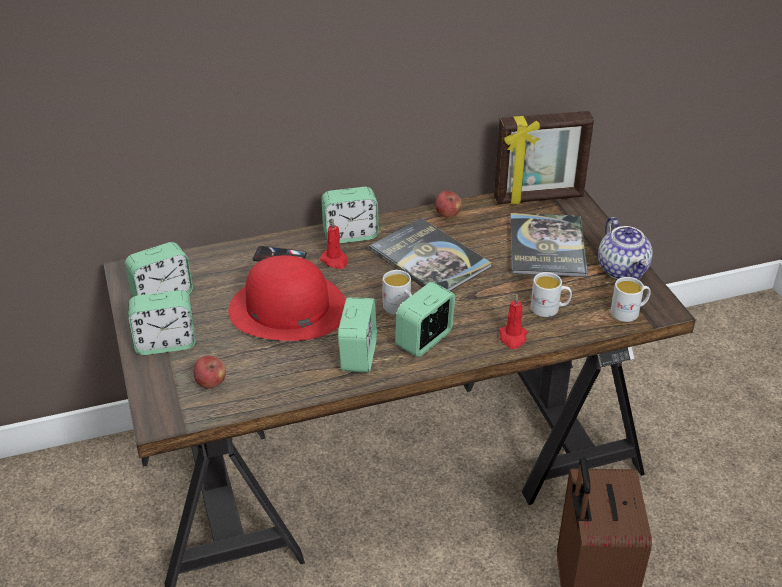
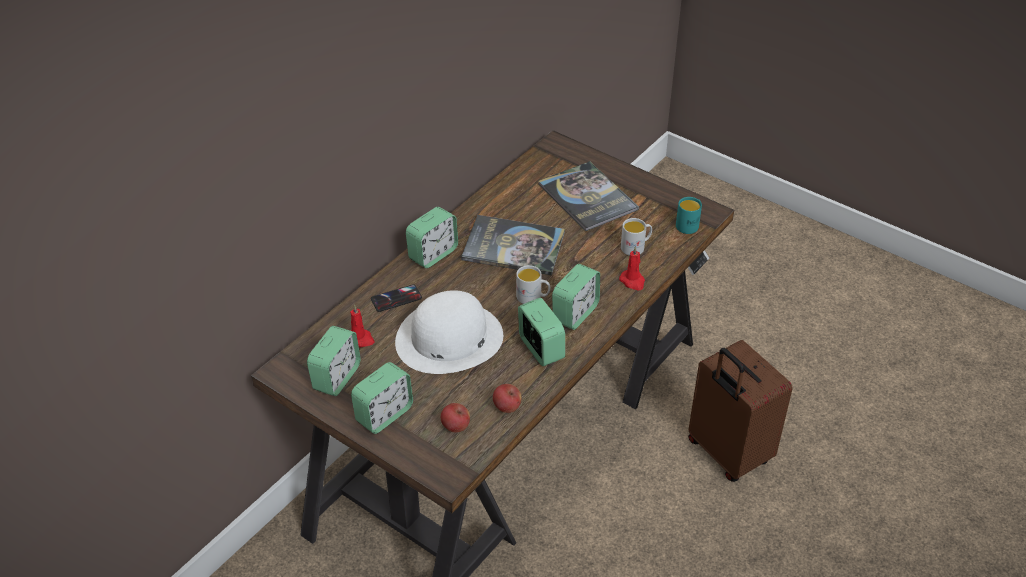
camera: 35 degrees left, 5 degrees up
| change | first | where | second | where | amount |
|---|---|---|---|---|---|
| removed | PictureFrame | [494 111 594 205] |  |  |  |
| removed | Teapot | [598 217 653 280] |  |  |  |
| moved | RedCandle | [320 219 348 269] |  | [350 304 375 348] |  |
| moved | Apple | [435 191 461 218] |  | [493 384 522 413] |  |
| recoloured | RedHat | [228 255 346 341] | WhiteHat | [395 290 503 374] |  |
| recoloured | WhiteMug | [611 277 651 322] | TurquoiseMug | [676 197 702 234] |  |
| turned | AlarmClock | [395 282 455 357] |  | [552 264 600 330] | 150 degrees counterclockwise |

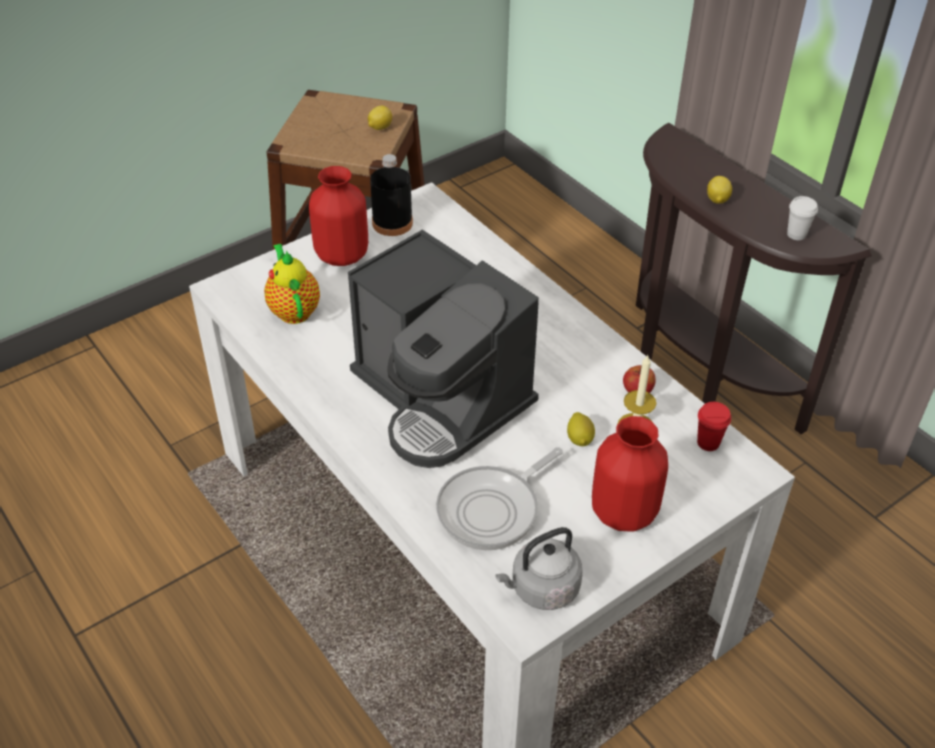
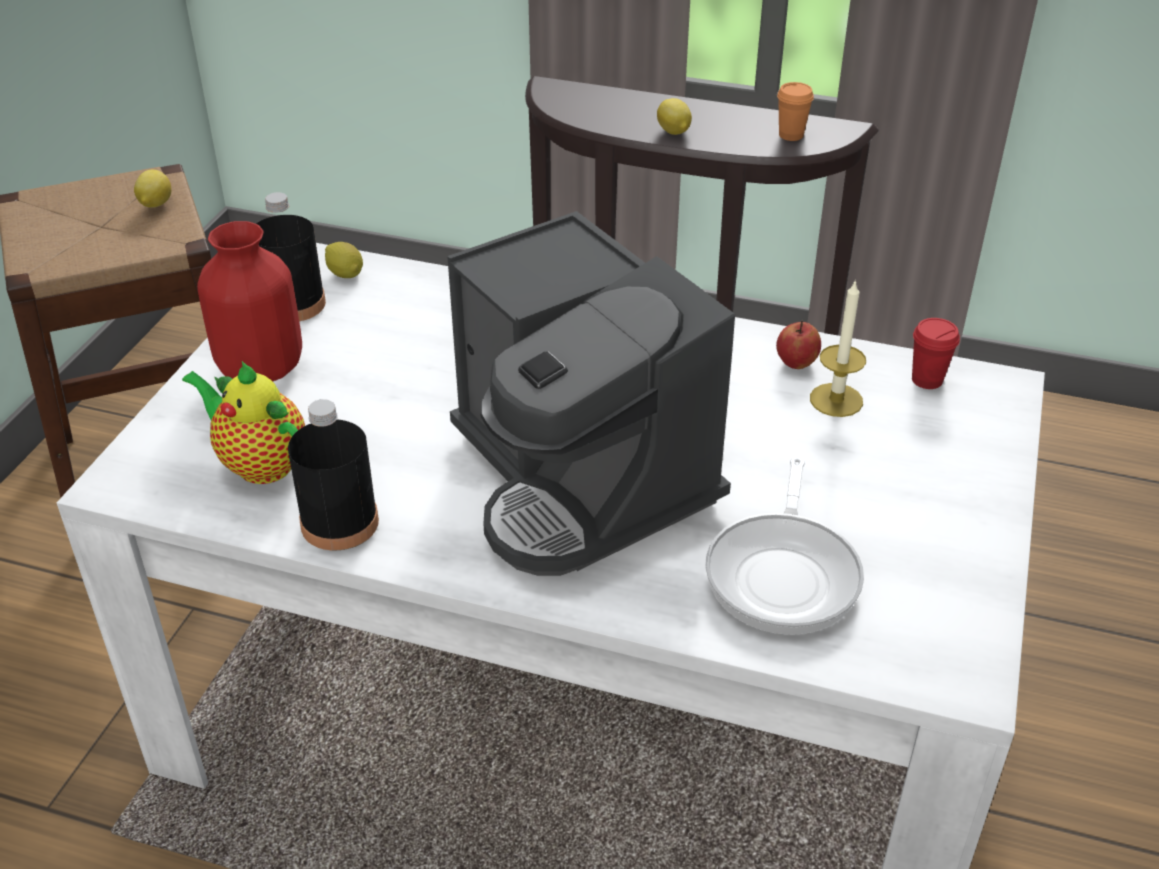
camera: 35 degrees left, 5 degrees down
| change | first | where | second | where | amount |
|---|---|---|---|---|---|
| removed | GreyKettle | [495 527 583 610] |  |  |  |
| removed | RedVase | [592 416 668 532] |  |  |  |
| added |  |  | BlackBottle | [288 399 379 550] |  |
| moved | Lemon | [567 412 595 446] |  | [325 242 363 278] |  |
| recoloured | WhiteCup | [787 196 818 240] | OrangeCup | [777 82 814 141] |  |
| turned | CoffeeMachine | [348 229 539 468] |  | [447 211 735 576] | 45 degrees clockwise |

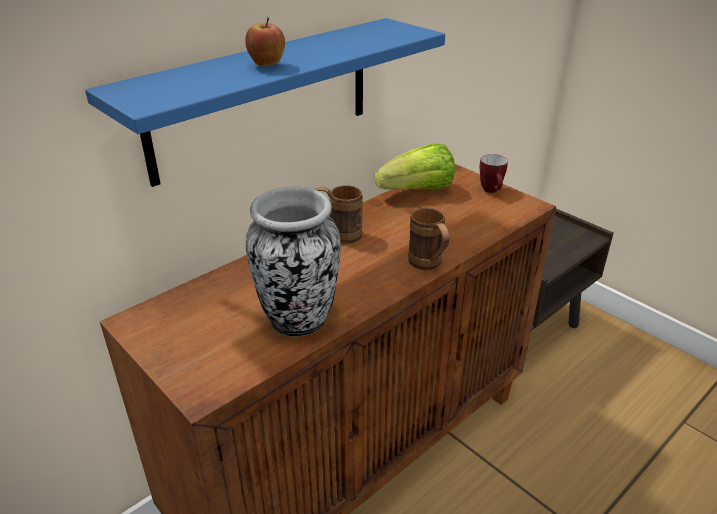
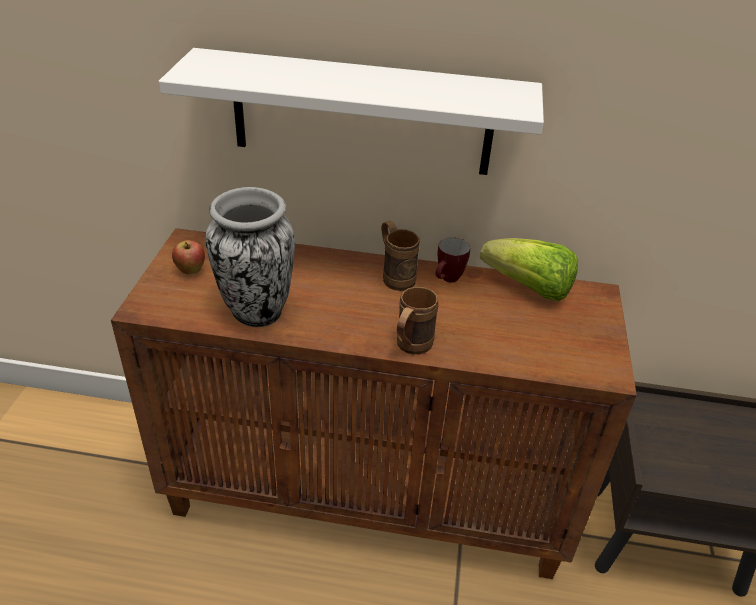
camera: 50 degrees right, 5 degrees up
| change | first | where | second | where | amount |
|---|---|---|---|---|---|
| moved | Apple | [245 17 285 67] |  | [172 240 205 274] |  |
| moved | Mug | [480 154 508 193] |  | [436 237 470 283] |  |
| recoloured | BlueShelf | [85 18 445 187] | WhiteShelf | [158 48 544 175] |  |

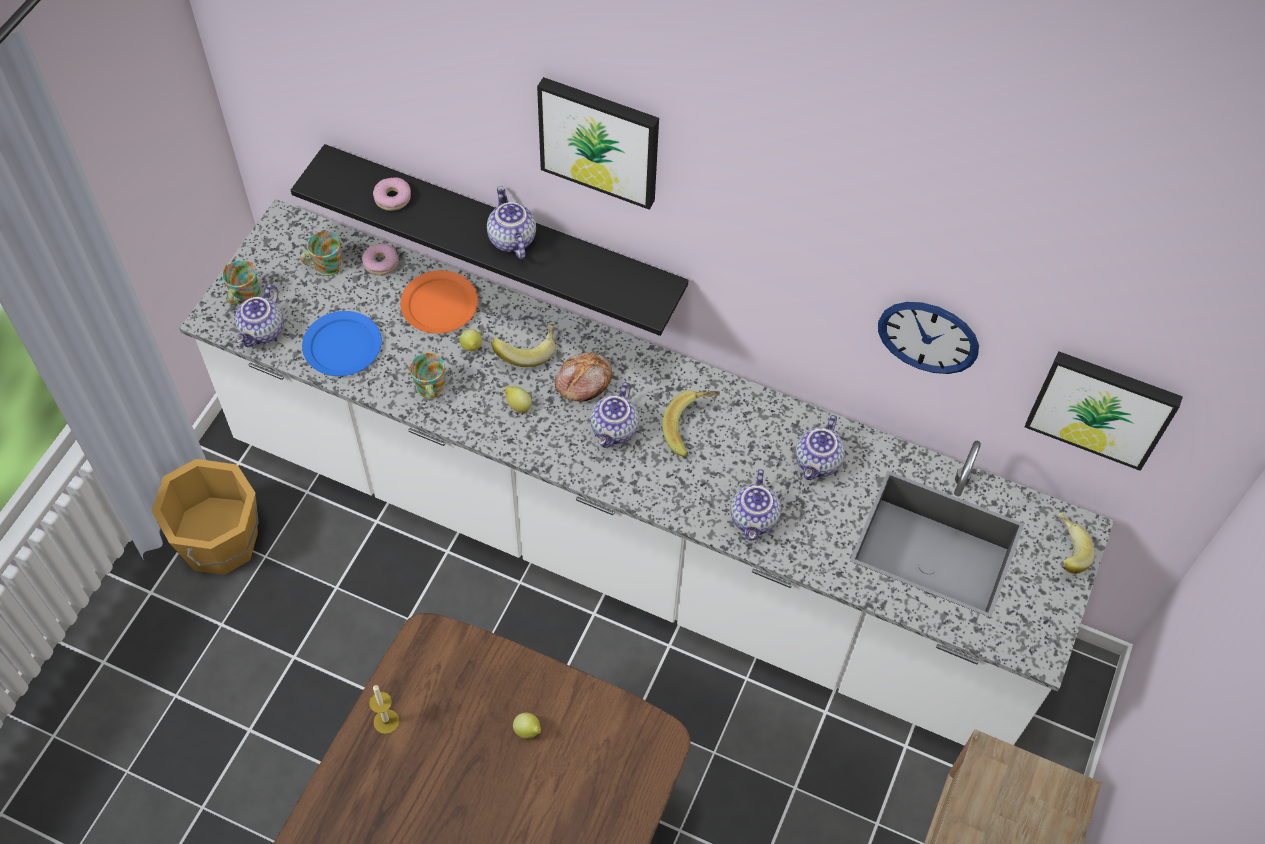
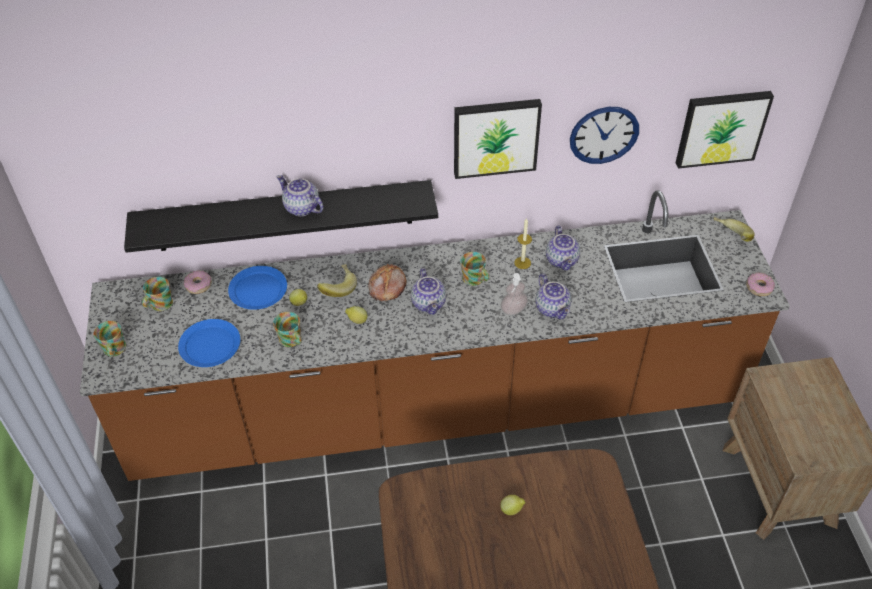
camera: 30 degrees left, 10 degrees down
| change | first | where | second | where | amount |
|---|---|---|---|---|---|
| removed | OrangeBucket | [151 459 259 575] |  |  |  |
| removed | Teapot | [235 285 284 347] |  |  |  |
| added |  |  | SoapDispenser | [501 273 528 315] |  |
| moved | Candle | [369 685 400 734] |  | [514 218 532 269] |  |
| moved | Donut | [373 177 411 211] |  | [746 273 775 296] |  |
| moved | Picture | [537 77 659 210] |  | [454 99 542 179] |  |
| replaced | Banana | [663 390 720 457] | Mug | [460 252 489 286] |  |
| recoloured | WhiteCounter | [179 199 1114 746] | BrownCounter | [80 190 790 481] |  |
| recoloured | OrangePlate | [400 270 478 334] | BluePlate | [228 266 287 310] |  |

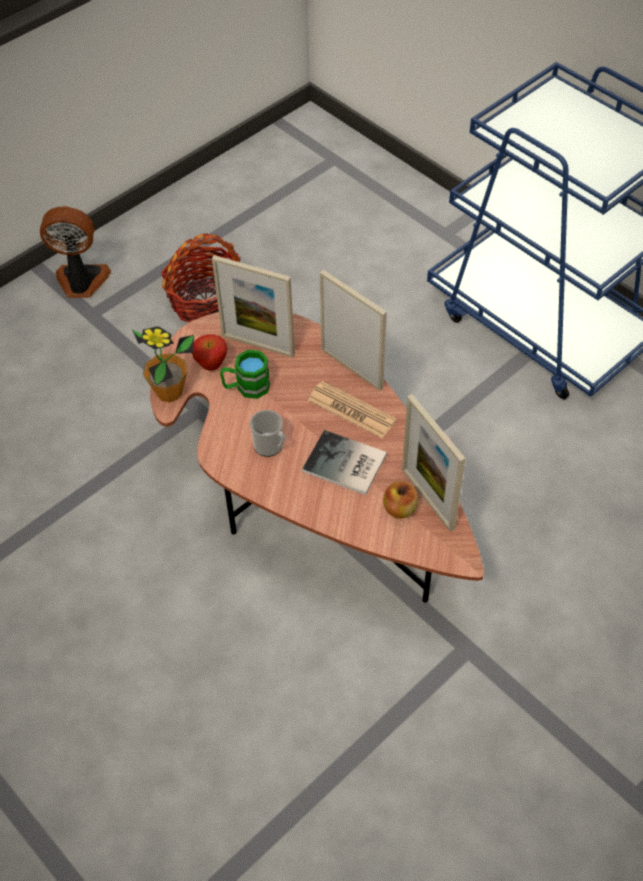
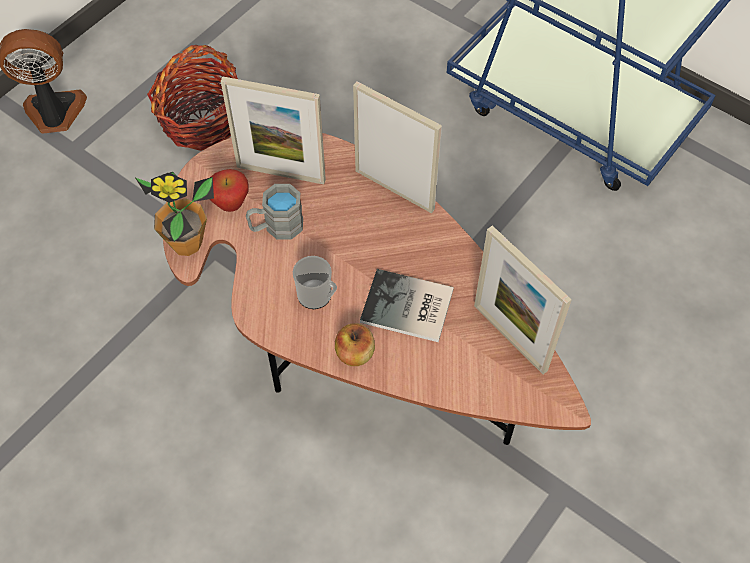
camera: 10 degrees left, 5 degrees up
| change | first | where | second | where | amount |
|---|---|---|---|---|---|
| removed | Newspaper | [308 381 396 439] |  |  |  |
| moved | Apple | [383 481 418 519] |  | [335 323 375 366] |  |
| recoloured | GreenMug | [220 350 270 399] | GreyMug | [246 184 303 239] |  |

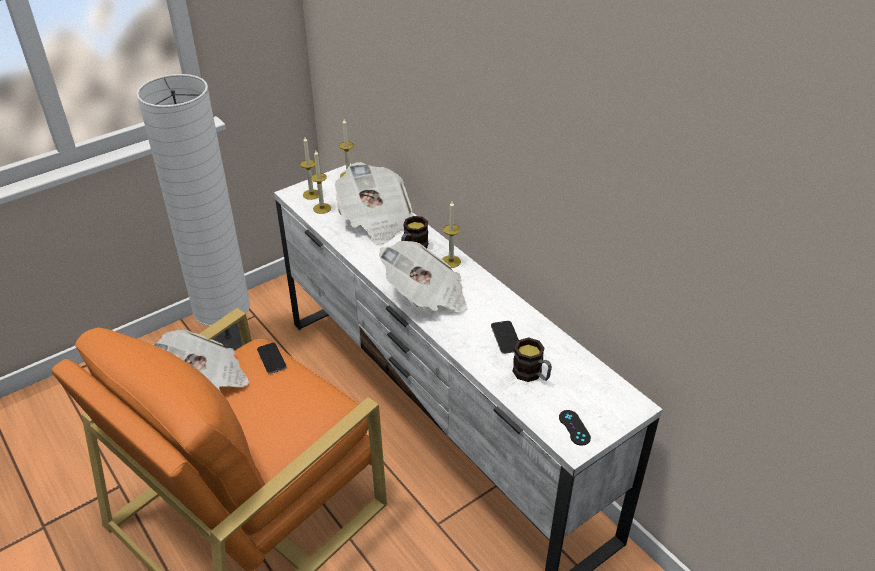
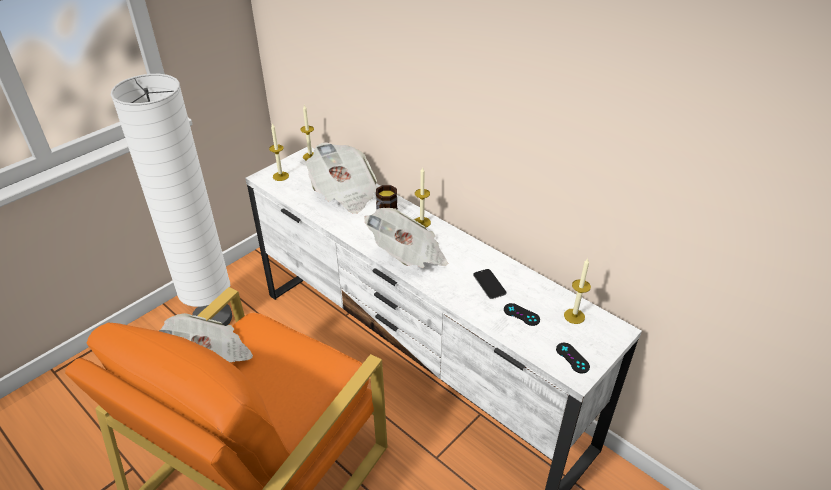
camera: 10 degrees left, 0 degrees up
| change | first | where | second | where | amount |
|---|---|---|---|---|---|
| removed | Phone | [257 343 287 374] |  |  |  |
| moved | Candle | [311 150 331 214] |  | [564 259 591 324] |  |
| replaced | Mug | [512 337 552 382] | BlackGameController | [504 303 540 326] |  |

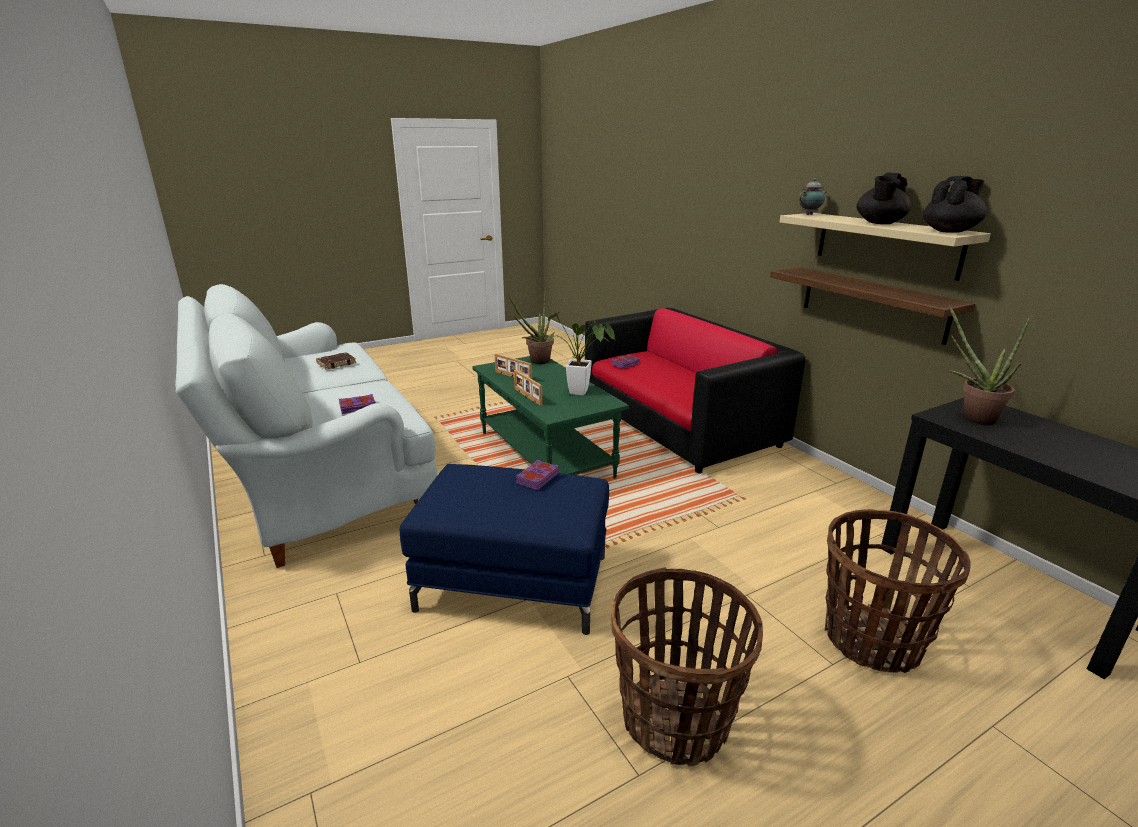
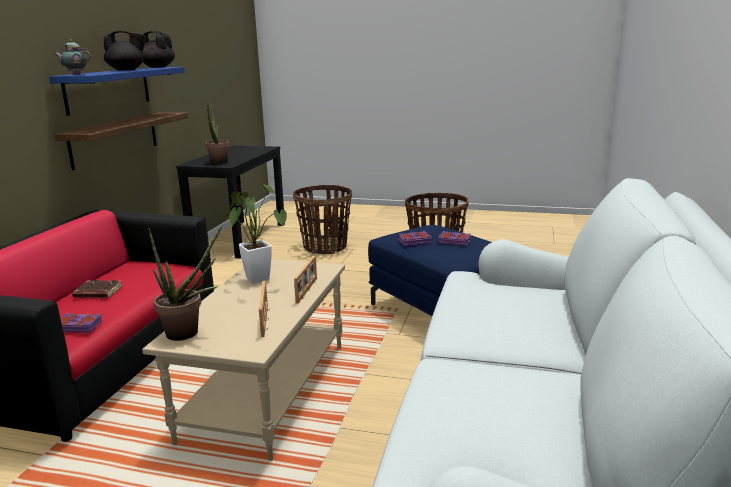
camera: 135 degrees left, 5 degrees down
| change | first | where | second | where | amount |
|---|---|---|---|---|---|
| moved | BrownBook | [316 352 356 369] |  | [72 280 122 298] |  |
| moved | PurpleBook | [339 394 376 414] |  | [438 231 471 246] |  |
| recoloured | GreenCoffeeTable | [472 356 629 479] | BeigeCoffeeTable | [142 259 345 461] |  |
| recoloured | BeigeShelf | [780 213 991 281] | BlueShelf | [49 67 185 116] |  |

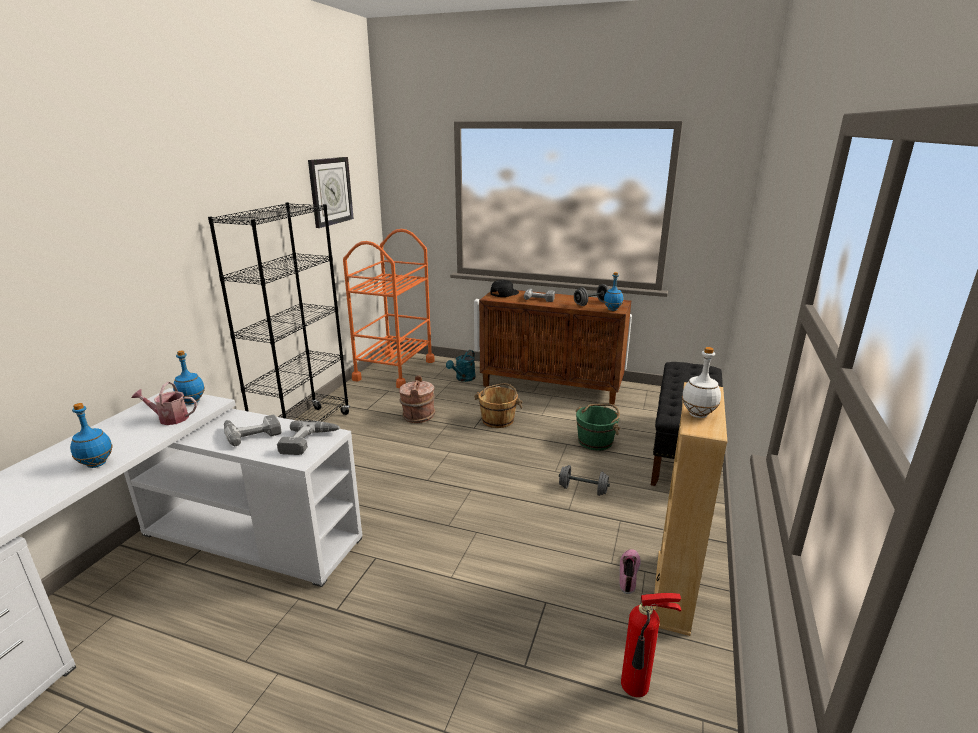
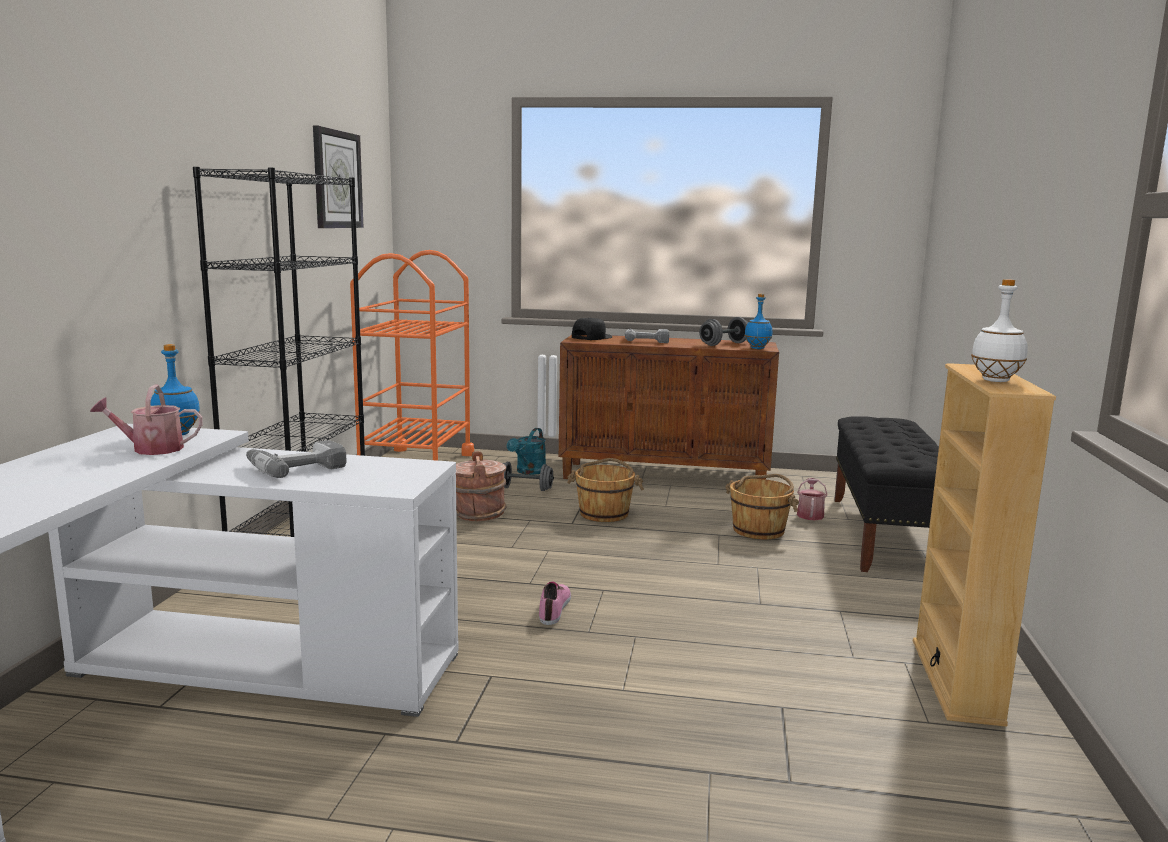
camera: 10 degrees left, 10 degrees down
| change | first | where | second | where | amount |
|---|---|---|---|---|---|
| removed | BlueBottle | [70 403 113 468] |  |  |  |
| removed | PowerDrill | [277 420 340 455] |  |  |  |
| removed | FireExtinguisher | [621 593 682 697] |  |  |  |
| added |  |  | WateringCan | [797 478 827 520] |  |
| moved | GreyDumbbell | [559 465 610 496] |  | [503 462 554 491] |  |
| moved | Shoe | [620 549 641 594] |  | [539 581 571 625] |  |
| recoloured | GreenBucket | [576 404 620 450] | BrownBucket | [725 474 799 539] |  |

